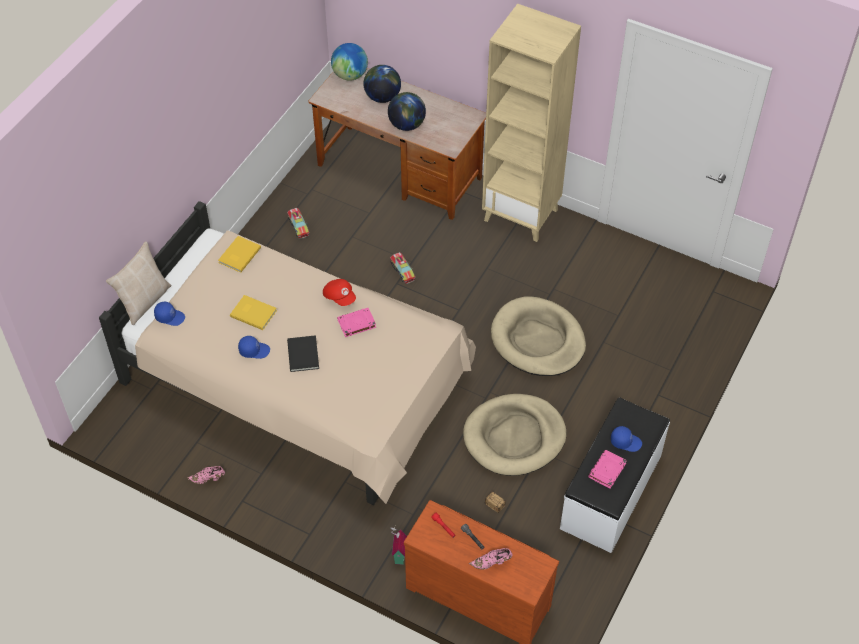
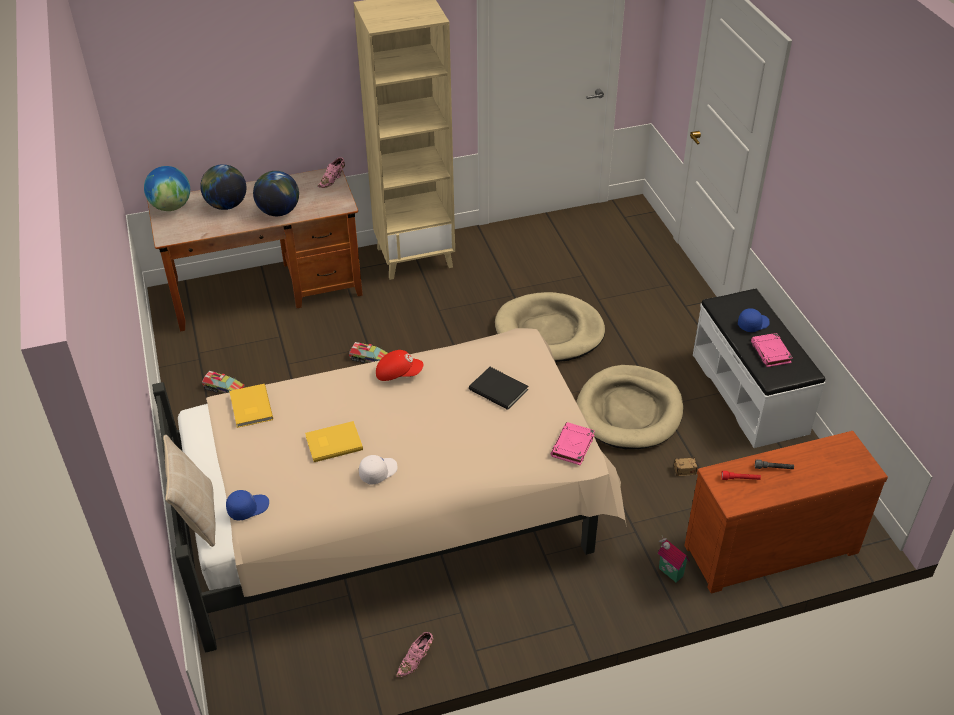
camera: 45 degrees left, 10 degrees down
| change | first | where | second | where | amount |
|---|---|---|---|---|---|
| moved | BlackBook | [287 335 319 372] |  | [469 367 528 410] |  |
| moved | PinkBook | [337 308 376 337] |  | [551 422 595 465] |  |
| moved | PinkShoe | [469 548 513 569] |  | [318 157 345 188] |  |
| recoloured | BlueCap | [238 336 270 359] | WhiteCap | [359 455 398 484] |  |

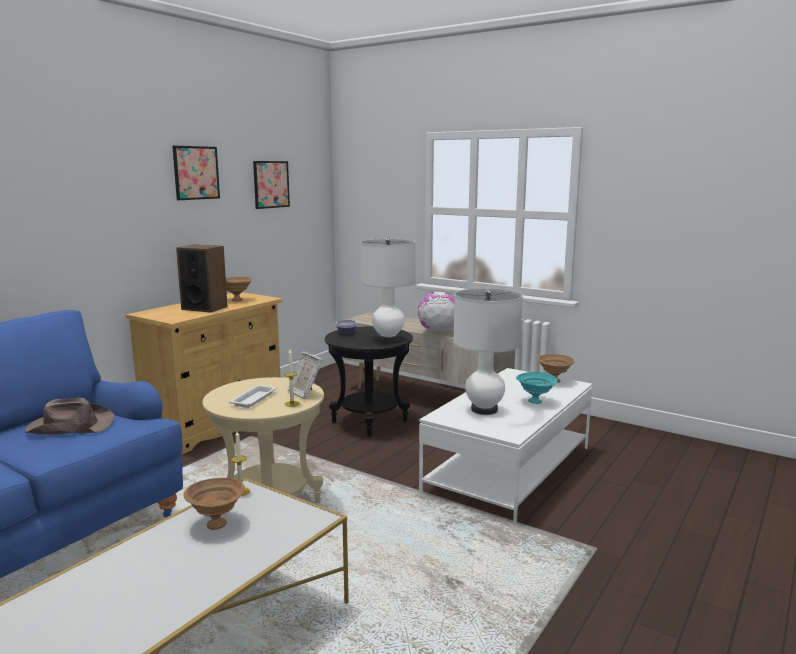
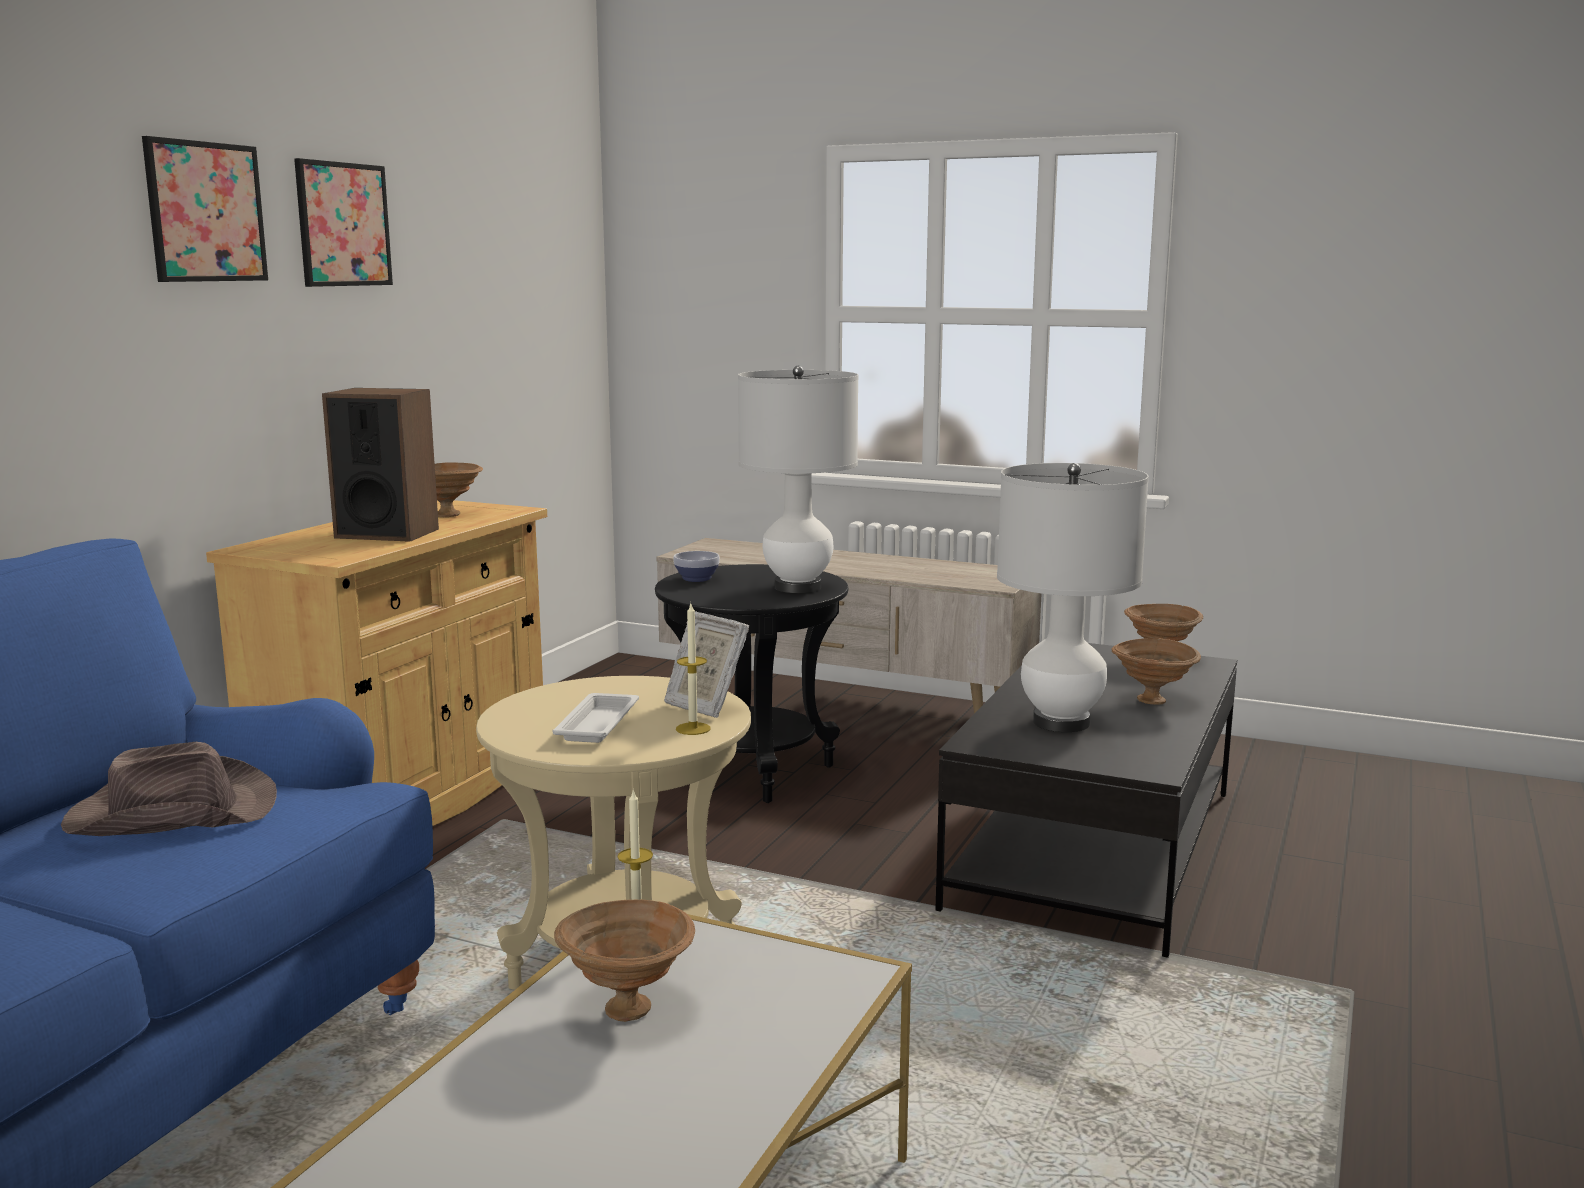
camera: 10 degrees left, 0 degrees up
| change | first | where | second | where | amount |
|---|---|---|---|---|---|
| removed | Globe | [418 292 455 333] |  |  |  |
| moved | Picture | [253 161 290 209] |  | [142 136 268 282] |  |
| recoloured | WhiteCoffeeTable | [419 368 593 524] | BlackCoffeeTable | [935 643 1237 958] |  |
| recoloured | TurquoiseBowl | [516 372 558 404] | BrownBowl | [1112 638 1201 705] |  |

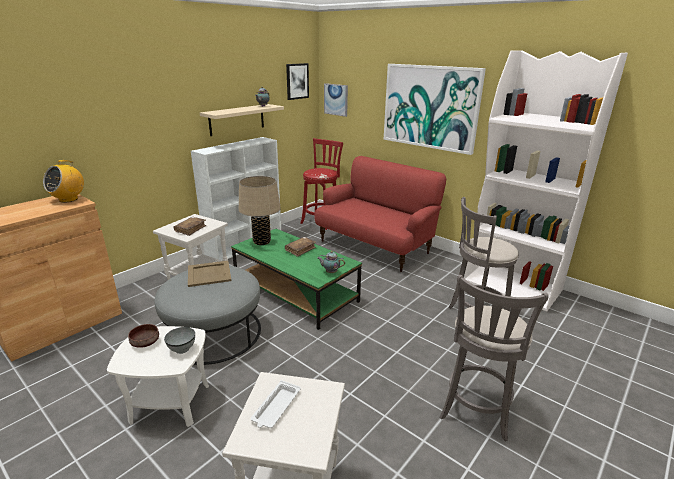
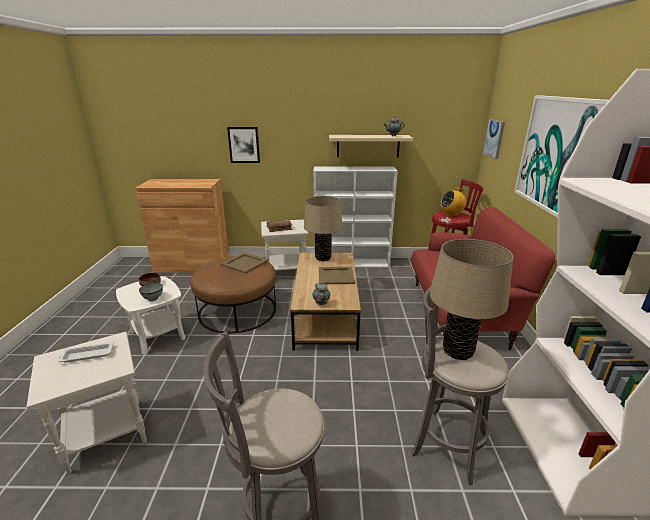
camera: 50 degrees right, 0 degrees up
| change | first | where | second | where | amount |
|---|---|---|---|---|---|
| added |  |  | BeigeTableLamp | [430 239 513 360] |  |
| moved | Radio | [43 160 84 203] |  | [441 188 466 217] |  |
| moved | Picture | [286 63 309 100] |  | [227 127 260 163] |  |
| replaced | BrownBook | [285 237 316 257] | BeigeTray | [319 267 355 284] |  |
| recoloured | GreyOttoman | [154 265 261 365] | BrownOttoman | [190 256 276 334] |  |
| recoloured | GreenCoffeeTable | [231 229 362 330] | BrownCoffeeTable | [290 252 361 351] |  |

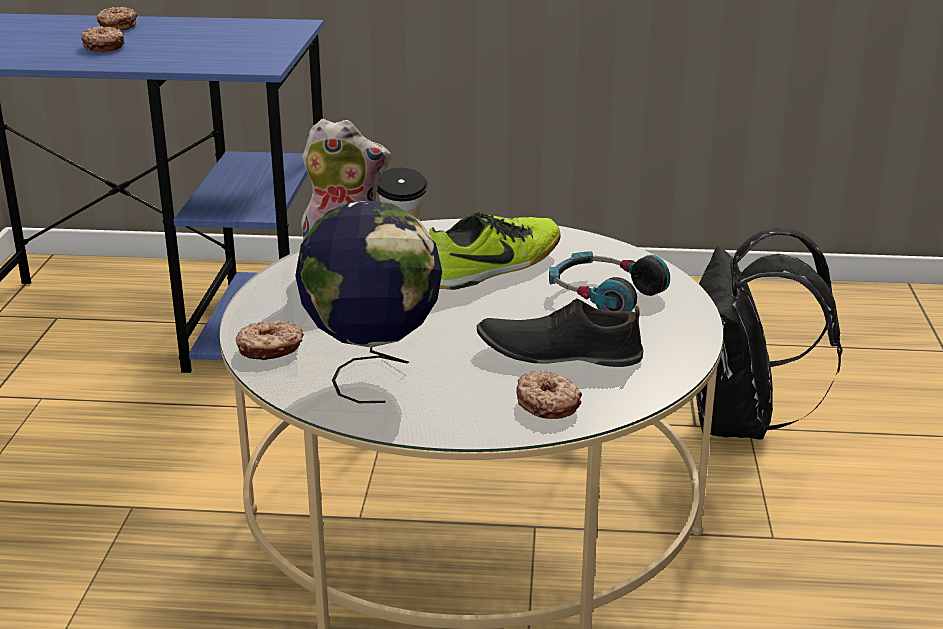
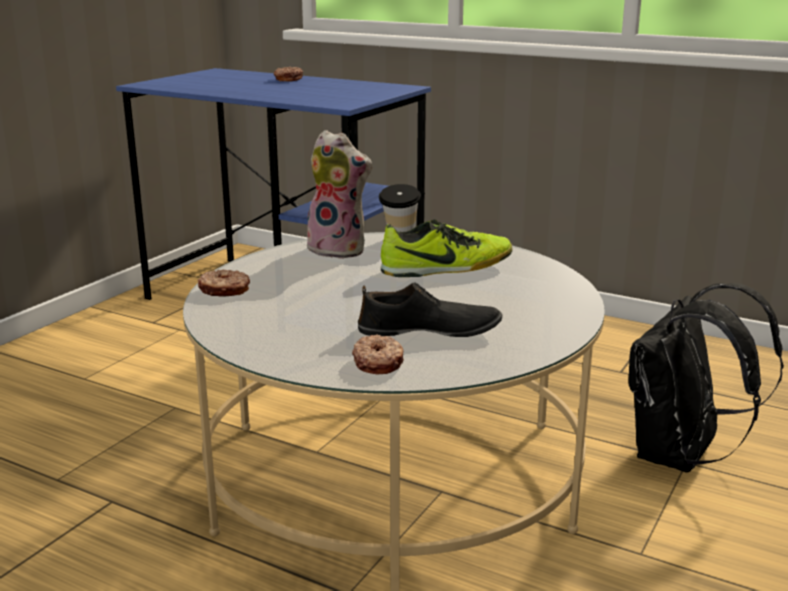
camera: 25 degrees right, 5 degrees down
| change | first | where | second | where | amount |
|---|---|---|---|---|---|
| removed | Donut | [81 26 125 52] |  |  |  |
| removed | Globe | [295 200 442 403] |  |  |  |
| removed | Headphones | [549 251 670 312] |  |  |  |
| turned | BlackShoe | [477 298 643 367] |  | [358 282 502 337] | 150 degrees clockwise |

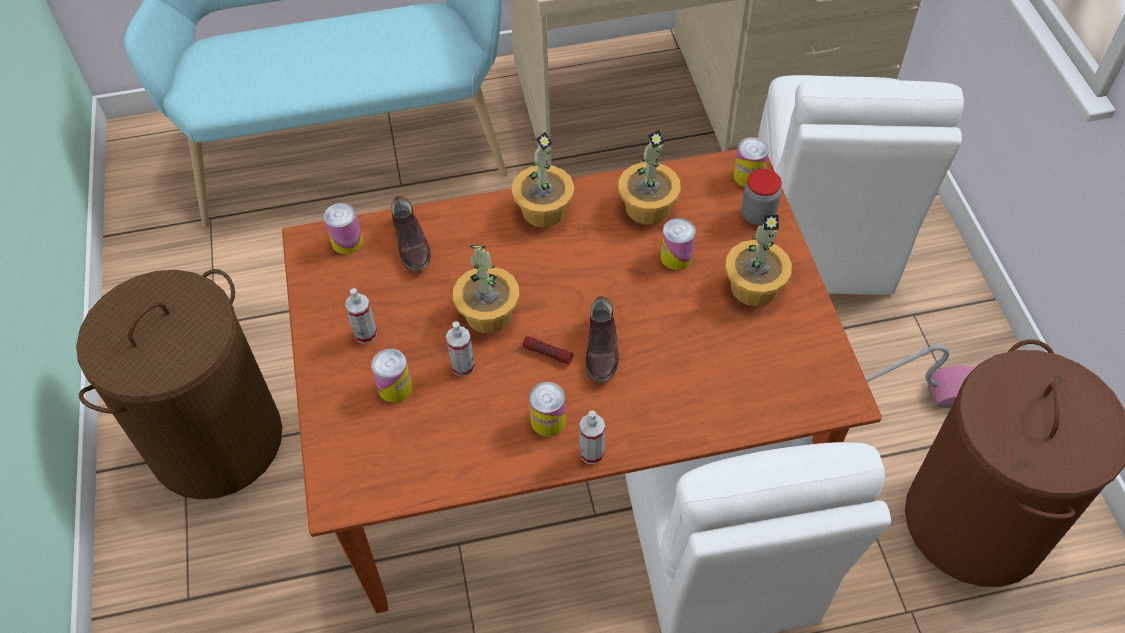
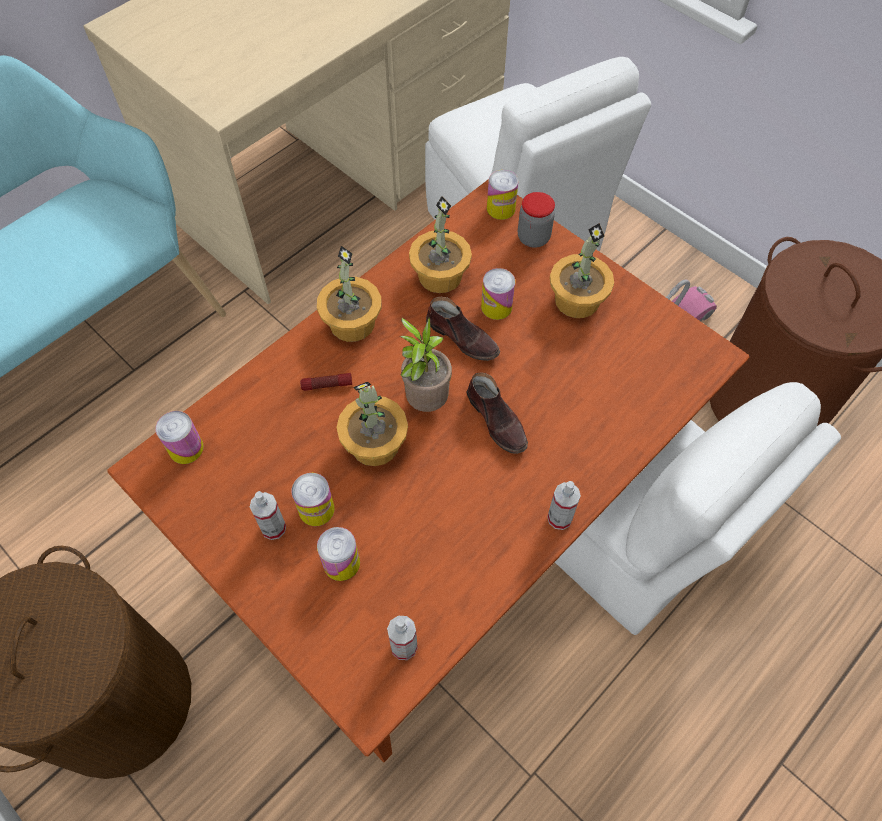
camera: 35 degrees left, 5 degrees up
| change | first | where | second | where | amount |
|---|---|---|---|---|---|
| added |  |  | PottedPlant | [400 317 452 412] |  |
| moved | BrownShoe | [391 196 431 271] |  | [426 297 500 361] |  |
| moved | SprayBottle | [446 321 475 376] |  | [387 616 418 660] |  |
| moved | Flashlight | [523 336 573 365] |  | [300 373 352 391] |  |
| moved | Can | [529 382 566 437] |  | [292 473 334 526] |  |

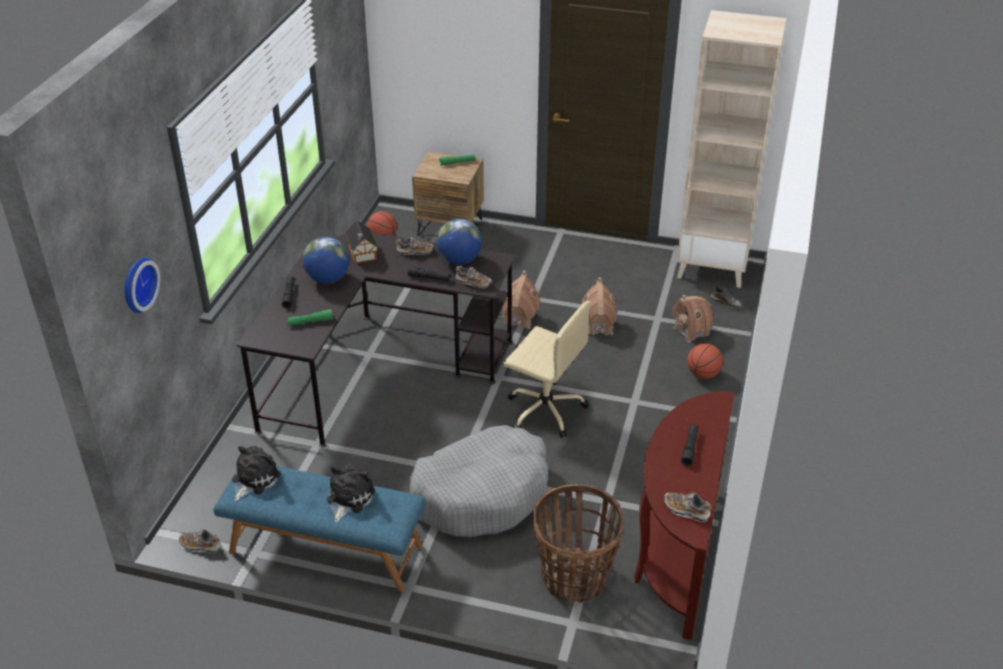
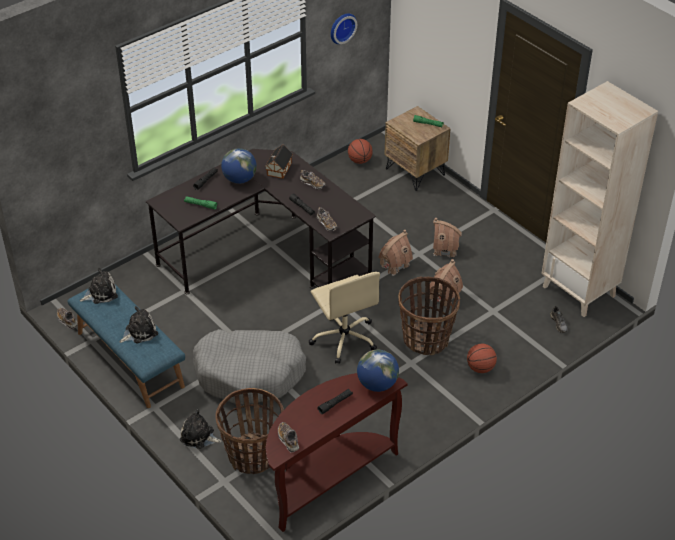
camera: 35 degrees right, 5 degrees up
| change | first | where | second | where | amount |
|---|---|---|---|---|---|
| added |  |  | PlushToy | [180 409 222 449] |  |
| added |  |  | Basket | [398 276 460 355] |  |
| moved | WallClock | [124 257 160 313] |  | [331 13 357 44] |  |
| moved | Globe | [436 219 482 265] |  | [357 350 399 392] |  |
| moved | ToyHouse | [672 295 714 343] |  | [433 218 462 257] |  |

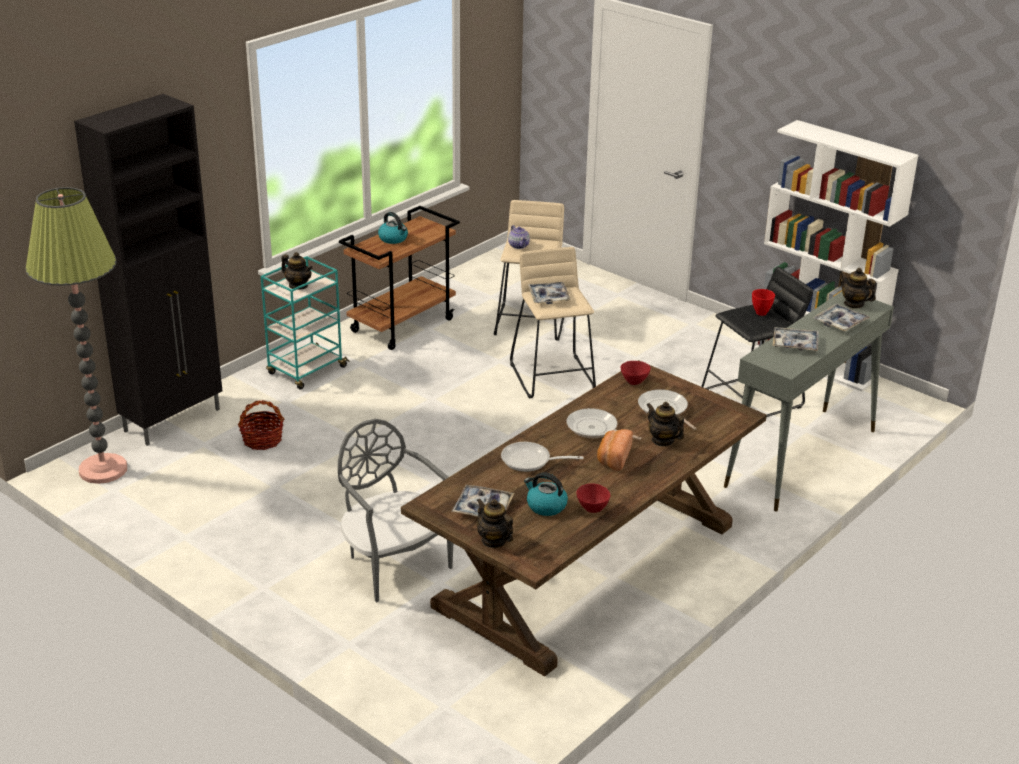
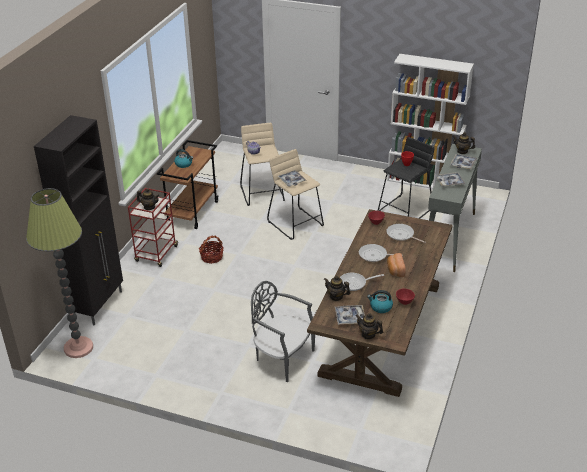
camera: 20 degrees left, 5 degrees up
| change | first | where | second | where | amount |
|---|---|---|---|---|---|
| moved | Basket | [238 400 285 450] |  | [199 236 224 264] |  |
| moved | Teapot | [647 402 684 447] |  | [324 276 350 301] |  |
| recoloured | TurquoiseCart | [261 256 349 390] | RedCart | [128 188 179 267] |  |

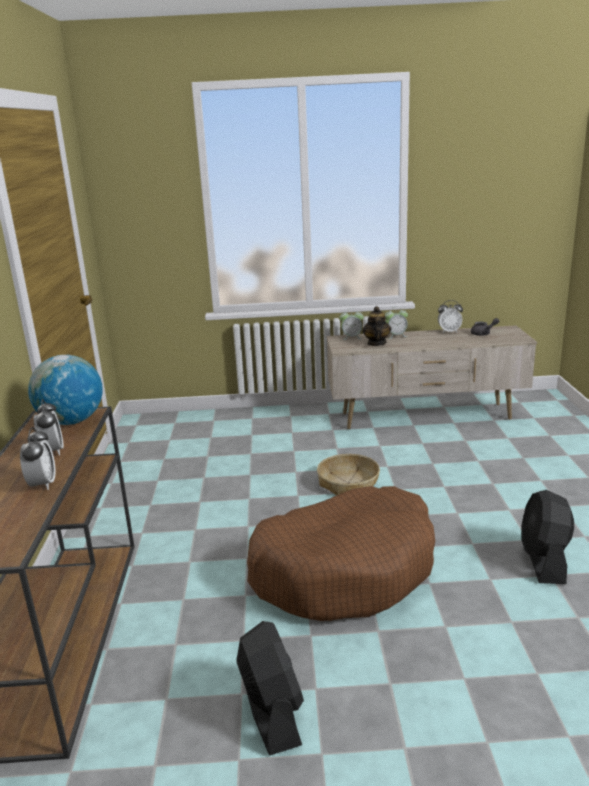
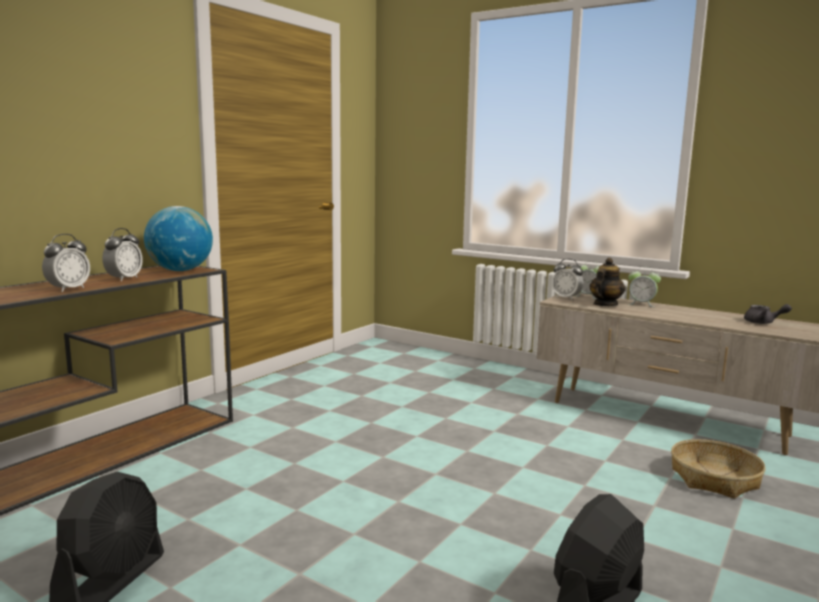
camera: 35 degrees right, 10 degrees down
| change | first | where | second | where | amount |
|---|---|---|---|---|---|
| removed | BrownDogBed | [247 486 435 621] |  |  |  |
| moved | Basket | [317 454 380 496] |  | [671 439 766 499] |  |
| moved | AlarmClock | [438 300 463 333] |  | [552 259 584 300] |  |

